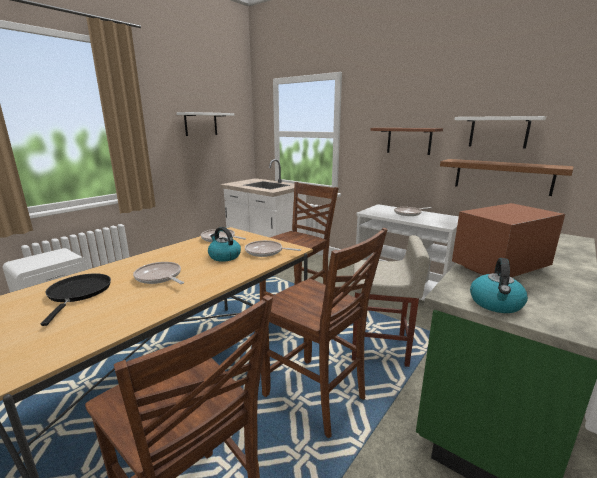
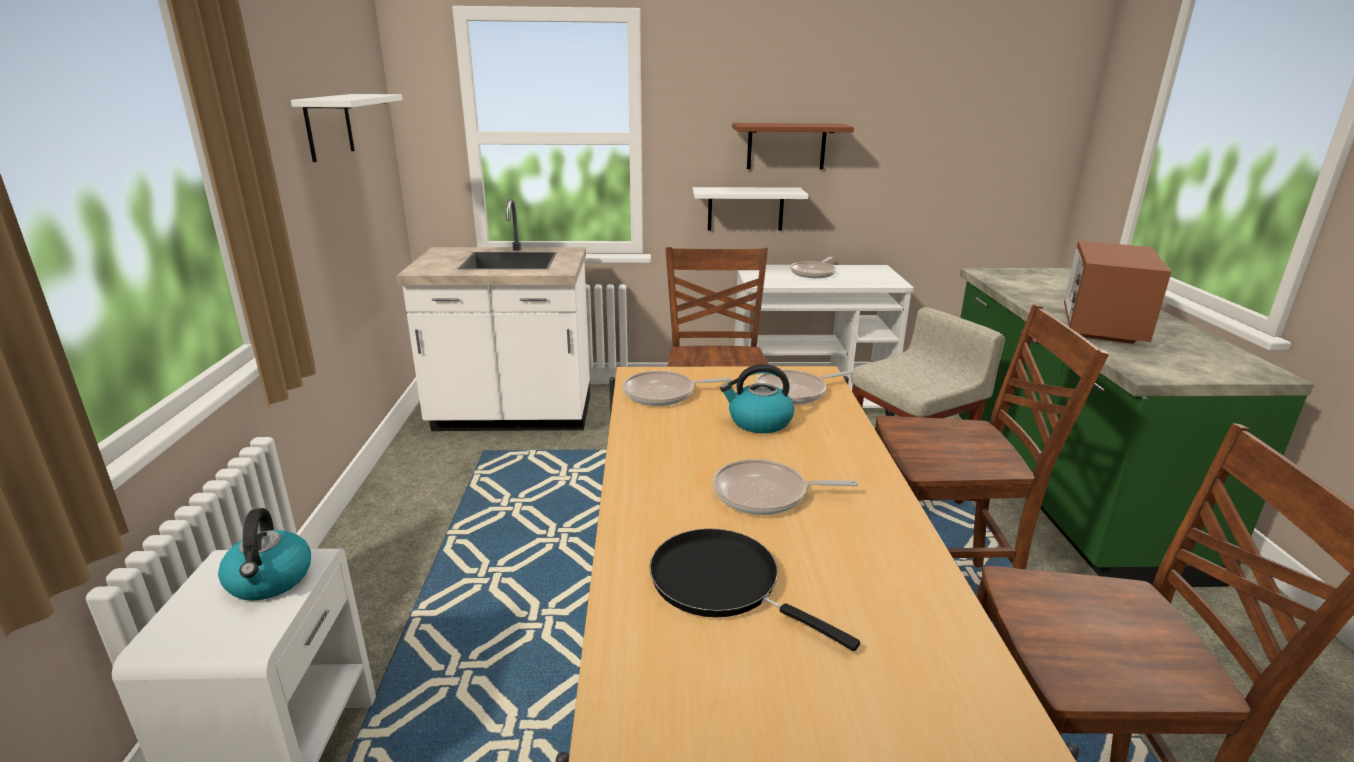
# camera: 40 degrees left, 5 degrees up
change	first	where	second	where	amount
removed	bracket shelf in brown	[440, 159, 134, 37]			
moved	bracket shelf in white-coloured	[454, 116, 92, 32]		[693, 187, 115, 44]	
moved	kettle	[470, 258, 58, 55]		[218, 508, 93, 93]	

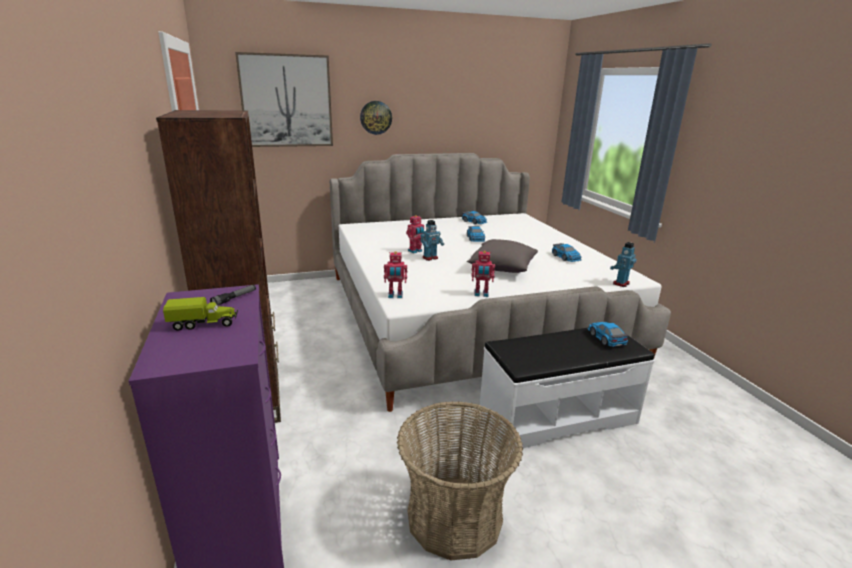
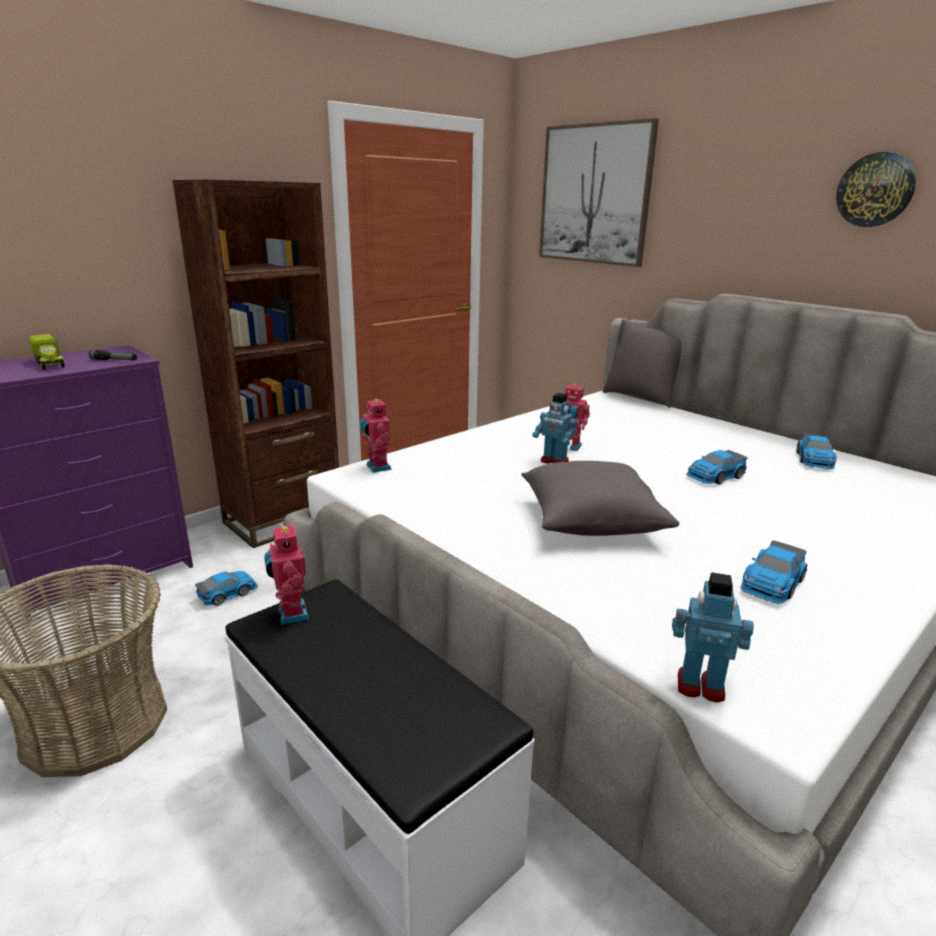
# camera: 65 degrees right, 0 degrees up
change	first	where	second	where	amount
moved	wall clock	[360, 101, 32, 34]		[836, 152, 80, 75]	
moved	toy robot	[471, 251, 24, 46]		[264, 522, 45, 103]	
moved	toy car	[588, 322, 40, 25]		[195, 571, 63, 35]	
added			cushion in gray	[603, 319, 78, 89]	

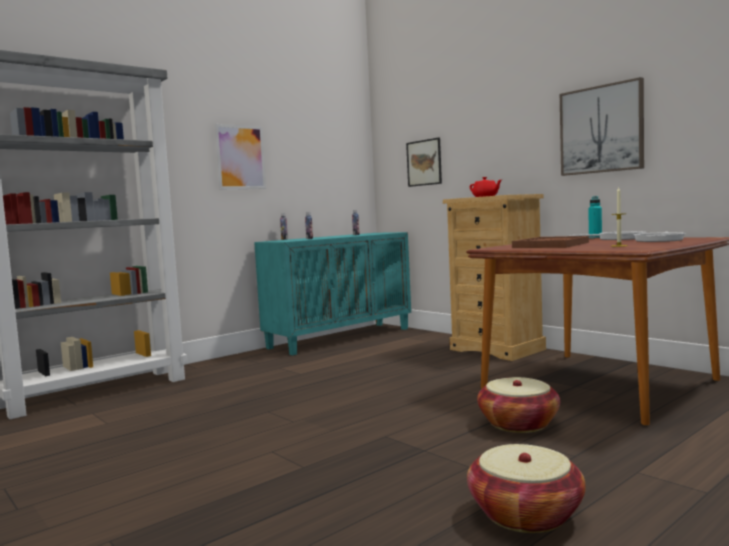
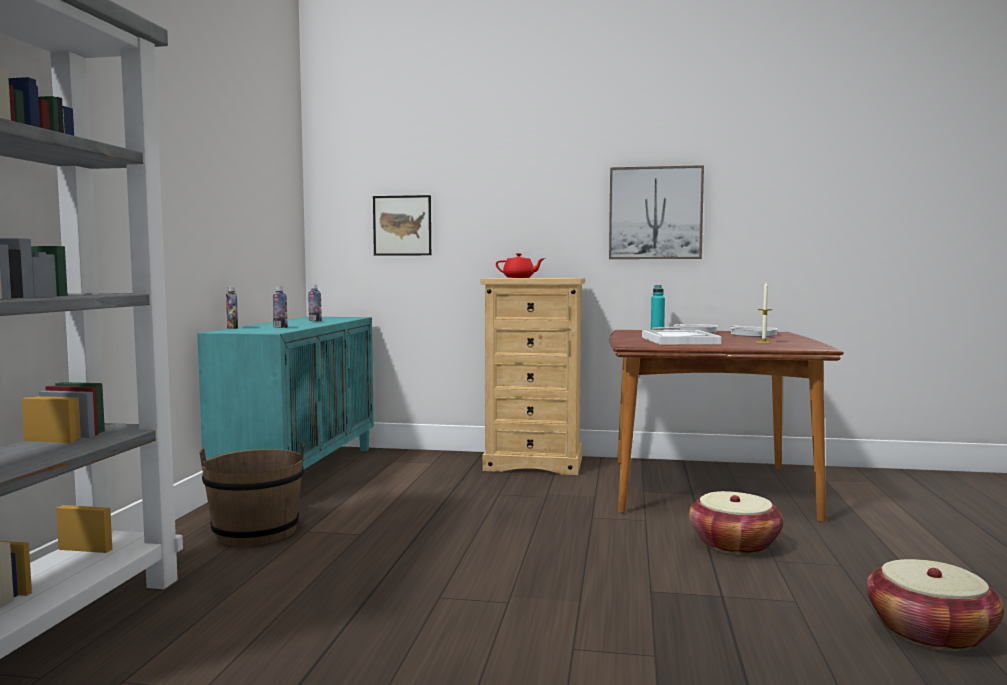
# camera: 40 degrees left, 0 degrees up
change	first	where	second	where	amount
removed	picture	[214, 124, 52, 65]			
recoloured	tray in brown	[512, 236, 77, 12]	tray in white-coloured	[642, 330, 80, 15]	
added			bucket in brown	[199, 443, 106, 103]	

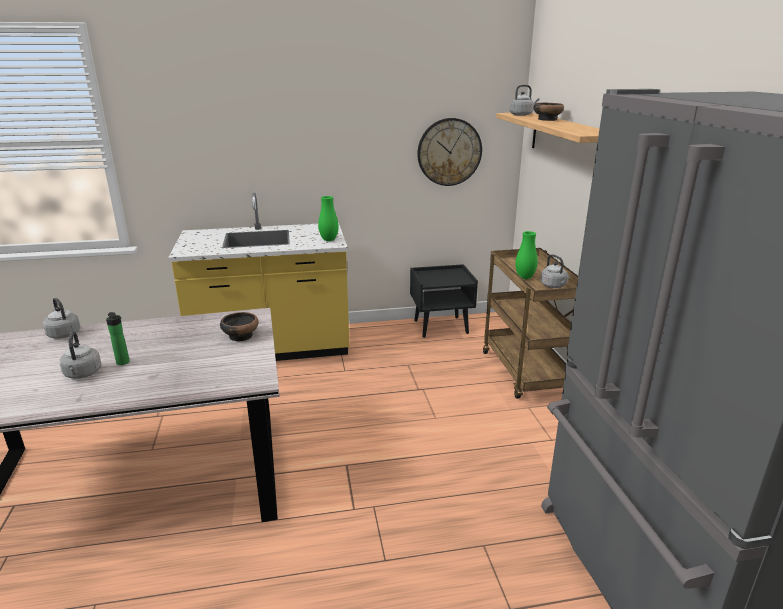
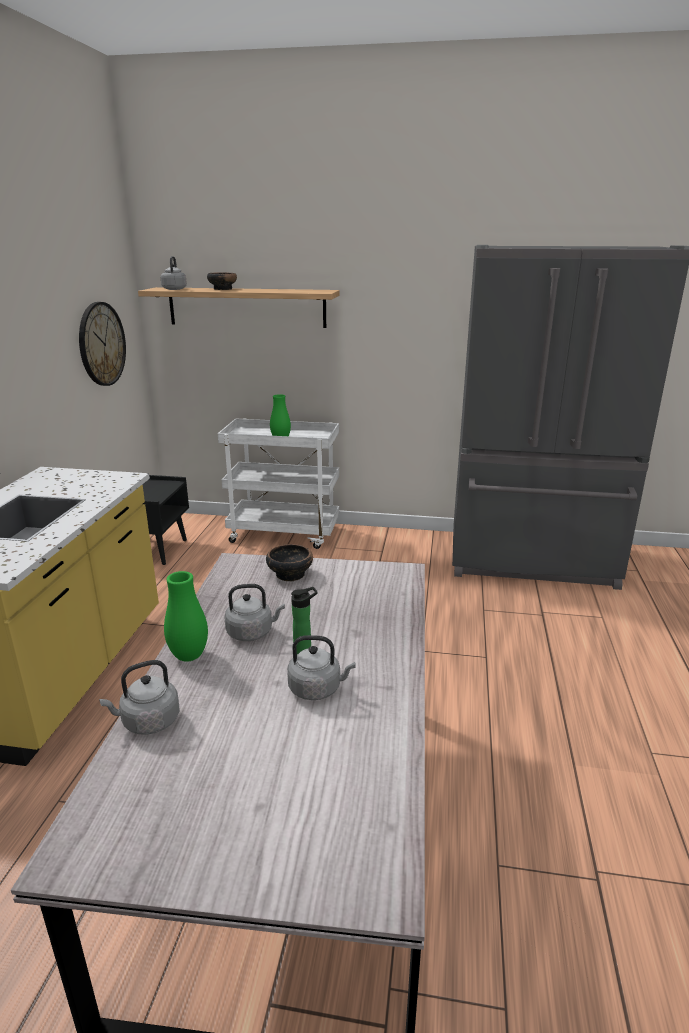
# camera: 70 degrees left, 0 degrees up
change	first	where	second	where	amount
moved	flower vase in greenish	[318, 196, 21, 45]		[164, 571, 44, 91]	
recoloured	cart in brown	[483, 248, 95, 151]	cart in white-coloured	[218, 418, 121, 131]	
moved	kettle in gray	[541, 254, 29, 34]		[224, 584, 61, 57]	

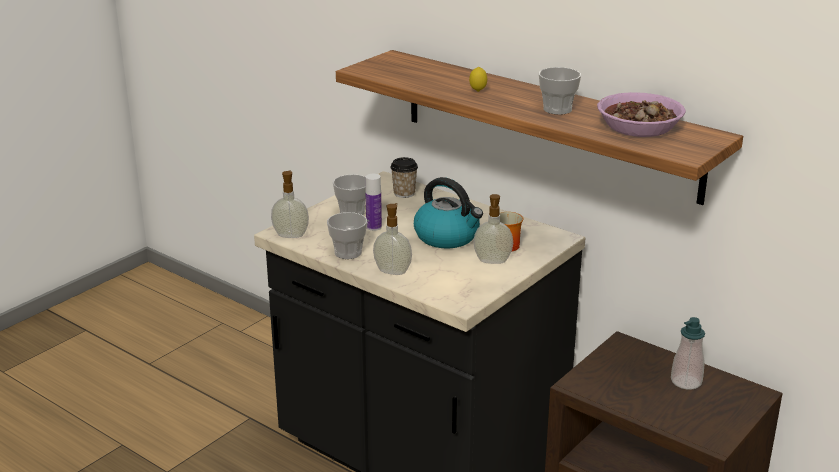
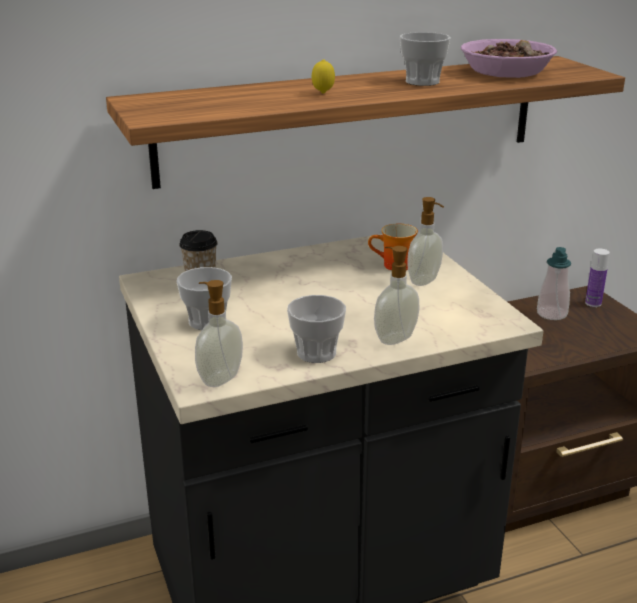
# camera: 60 degrees left, 0 degrees up
change	first	where	second	where	amount
moved	bottle	[365, 174, 17, 57]		[585, 249, 25, 58]	
removed	kettle	[414, 177, 69, 71]			

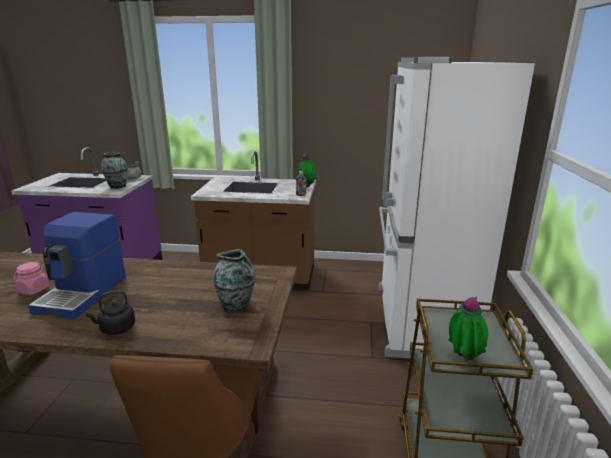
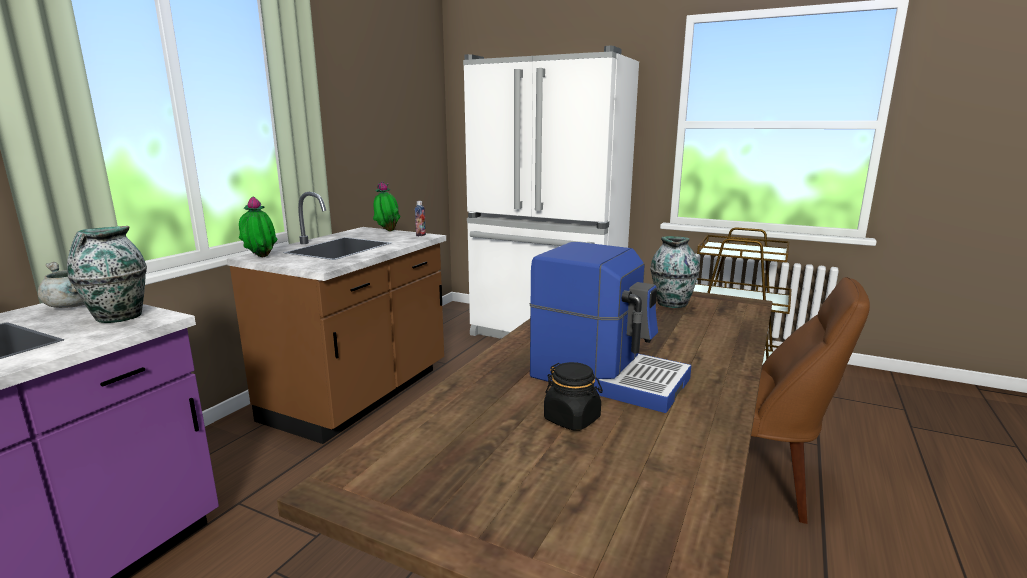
# camera: 70 degrees left, 5 degrees down
change	first	where	second	where	amount
recoloured	storage jar in pinkish	[13, 262, 36, 33]	storage jar in black	[544, 362, 59, 69]	
removed	kettle in black	[86, 290, 49, 45]			
moved	houseplant	[449, 296, 39, 64]		[239, 197, 39, 60]	

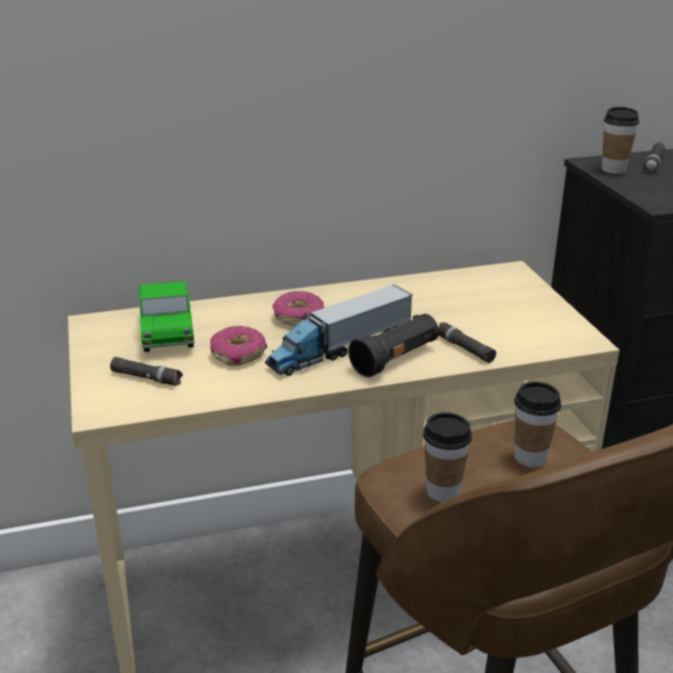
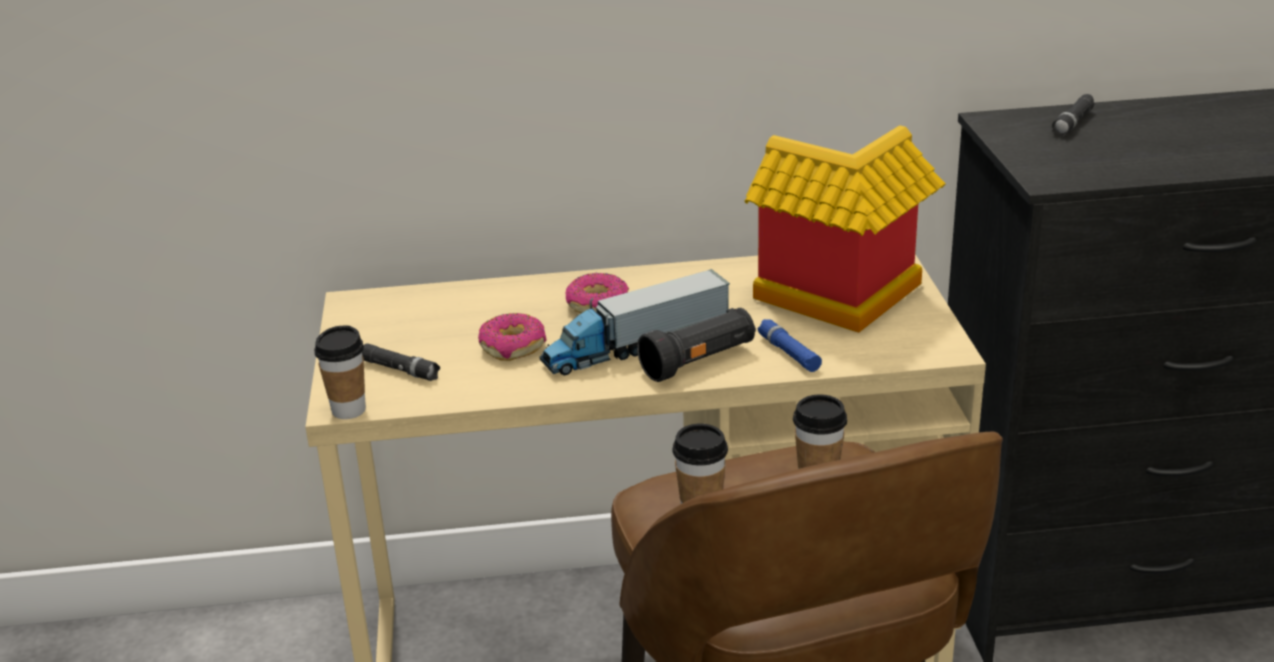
# camera: 10 degrees right, 0 degrees up
change	first	where	second	where	amount
removed	toy car	[139, 281, 55, 71]			
recoloured	hand torch in black	[438, 322, 58, 41]	hand torch in bluish	[758, 319, 64, 53]	
moved	drinking cup	[602, 107, 37, 67]		[314, 326, 52, 93]	
added			model house	[745, 125, 201, 208]	

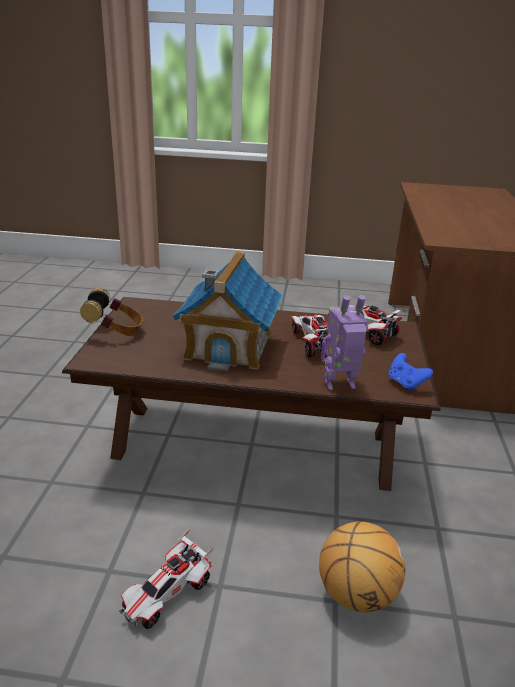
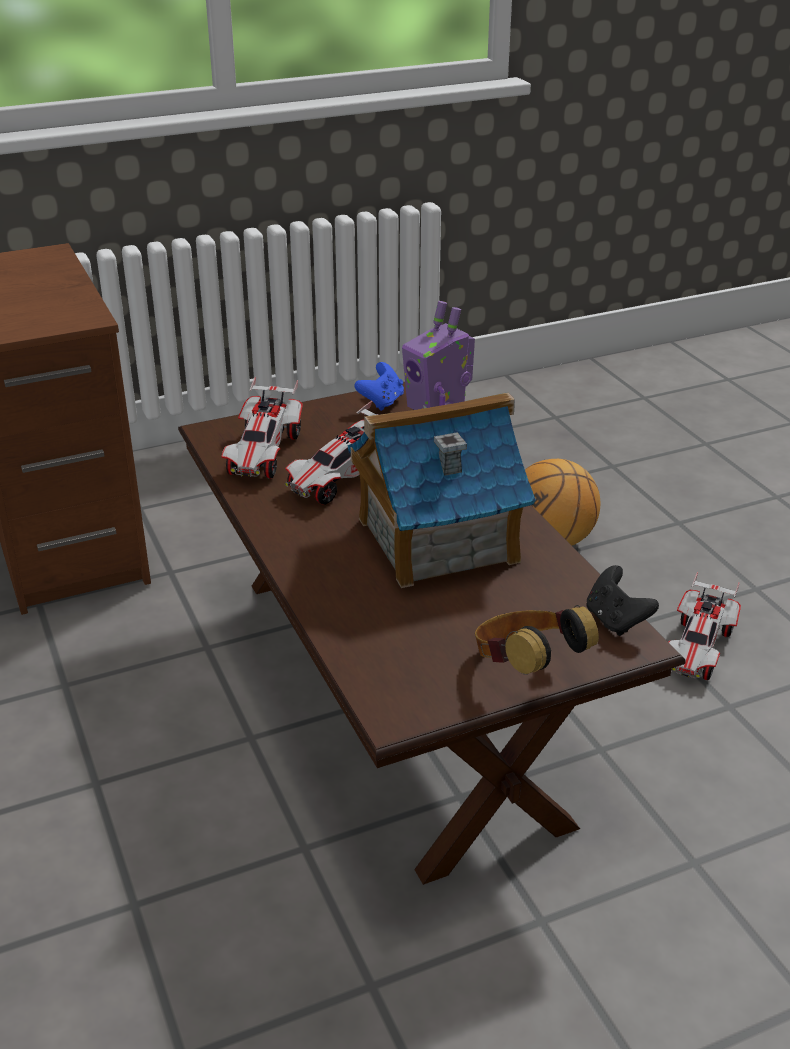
# camera: 120 degrees left, 5 degrees up
change	first	where	second	where	amount
turned	toy car	[119, 528, 95, 101]		[669, 572, 72, 108]	105 degrees clockwise
added			gamepad in black	[586, 565, 73, 71]	

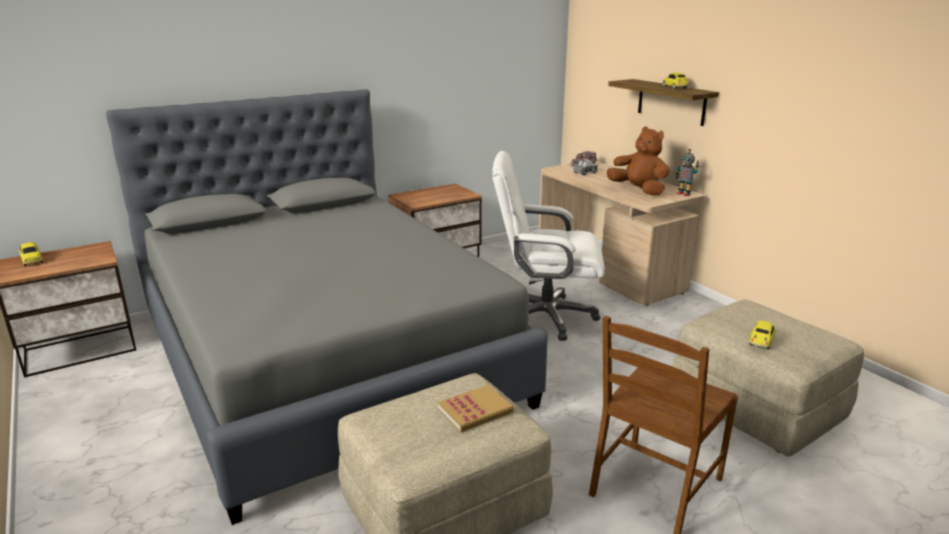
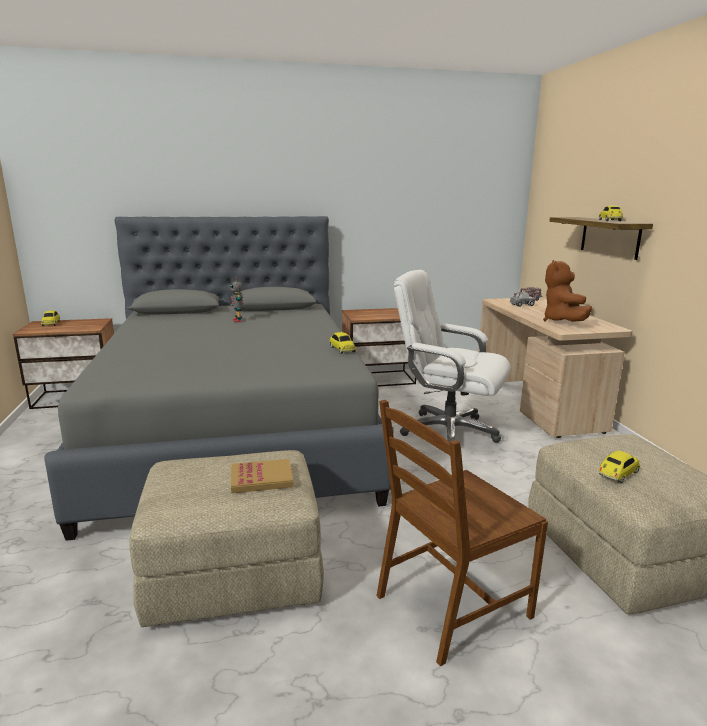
# camera: 20 degrees right, 5 degrees down
change	first	where	second	where	amount
turned	plush toy in brown	[607, 126, 62, 69]		[543, 260, 49, 62]	150 degrees counterclockwise
moved	toy robot	[676, 149, 23, 47]		[230, 277, 14, 45]	
added			toy car	[330, 332, 26, 22]	

